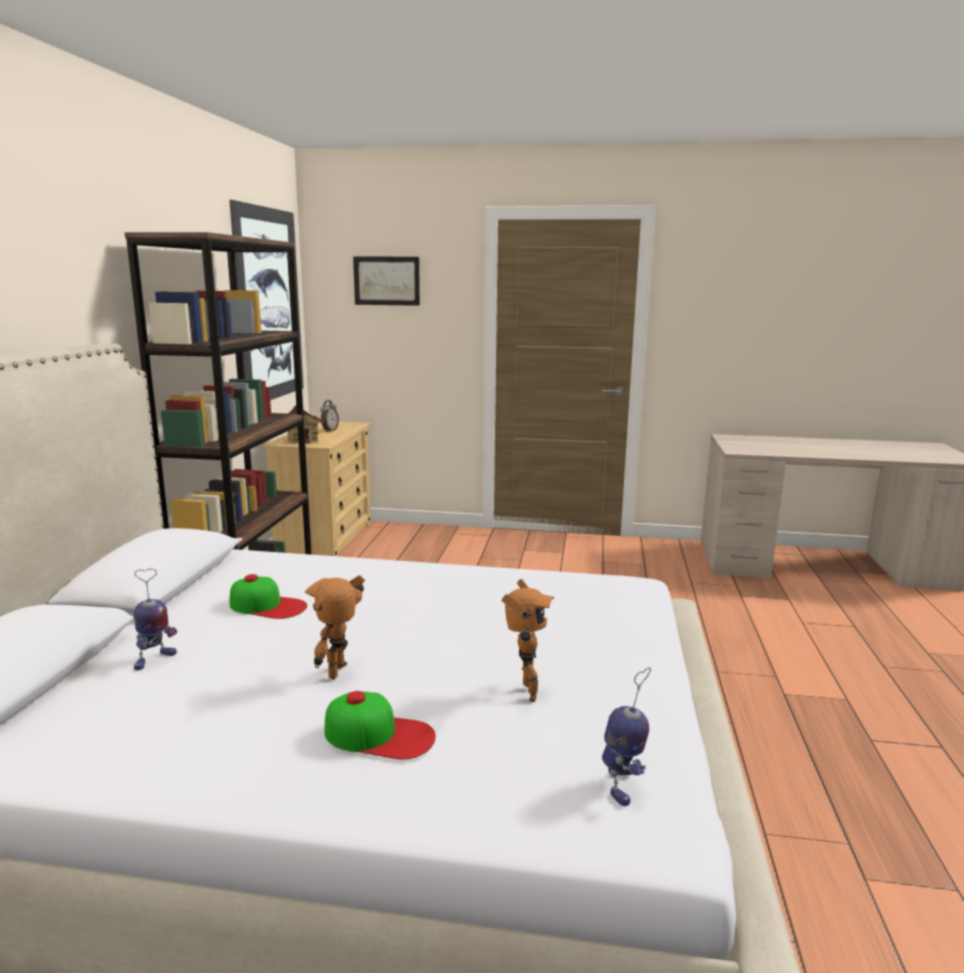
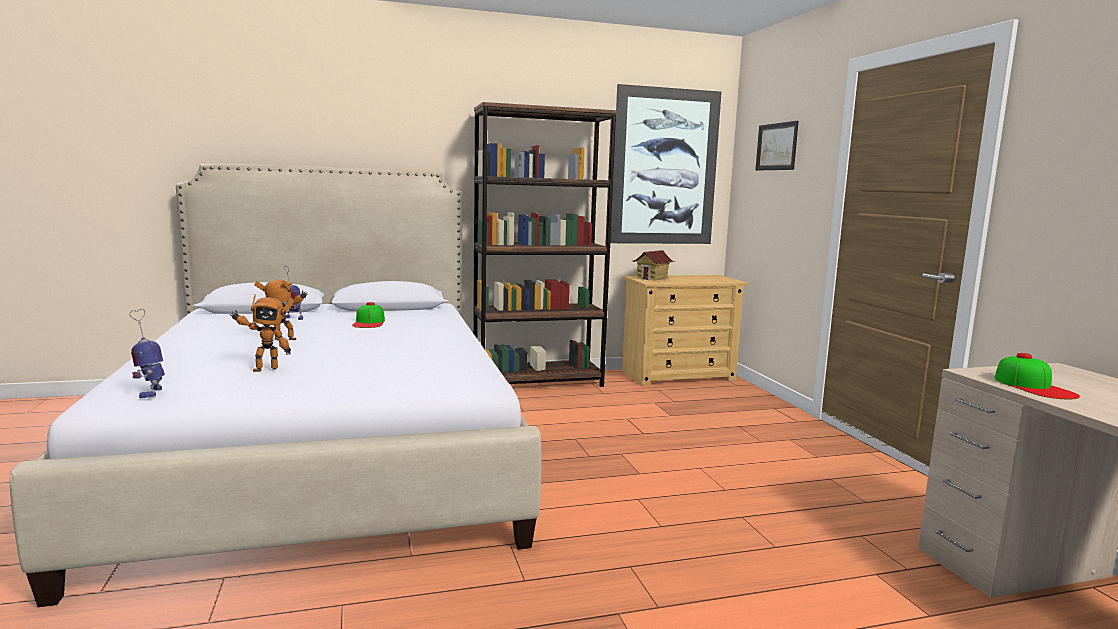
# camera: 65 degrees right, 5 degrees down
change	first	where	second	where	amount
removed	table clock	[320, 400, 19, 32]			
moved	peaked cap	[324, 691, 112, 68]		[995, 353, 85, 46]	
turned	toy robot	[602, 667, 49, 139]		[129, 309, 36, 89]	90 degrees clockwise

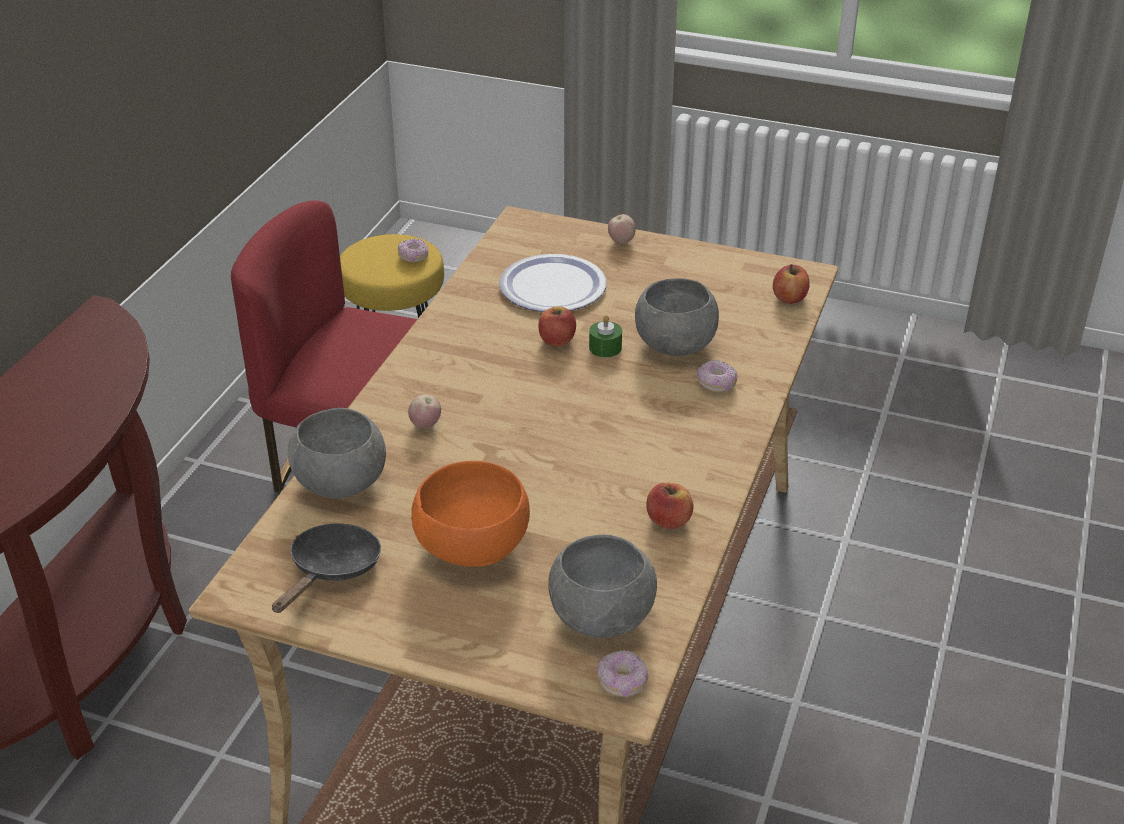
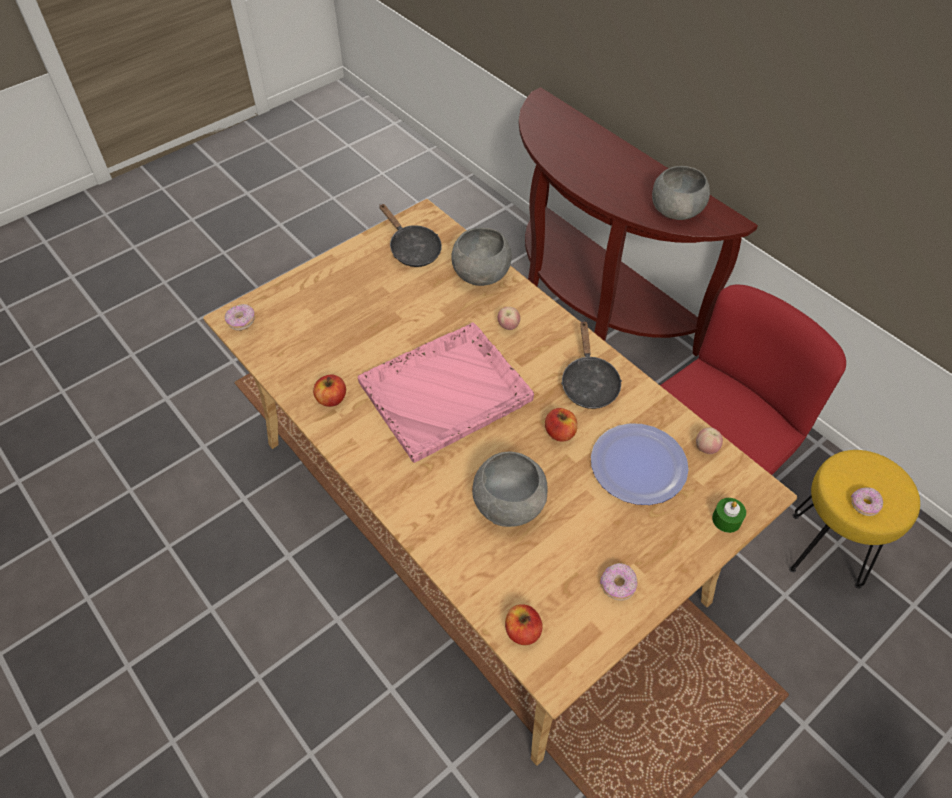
# camera: 120 degrees right, 15 degrees up
change	first	where	second	where	amount
removed	serving bowl in orangey	[411, 461, 119, 106]			
moved	serving bowl in gray	[548, 534, 109, 104]		[652, 166, 58, 54]	
moved	wax candle in greenish	[589, 315, 33, 42]		[712, 498, 34, 35]	
moved	apple	[608, 214, 28, 30]		[696, 427, 27, 27]	
moved	donut	[697, 360, 41, 33]		[600, 563, 38, 38]	
added			tray in pinkish	[358, 322, 176, 141]	
added			pan in black	[561, 320, 61, 89]	

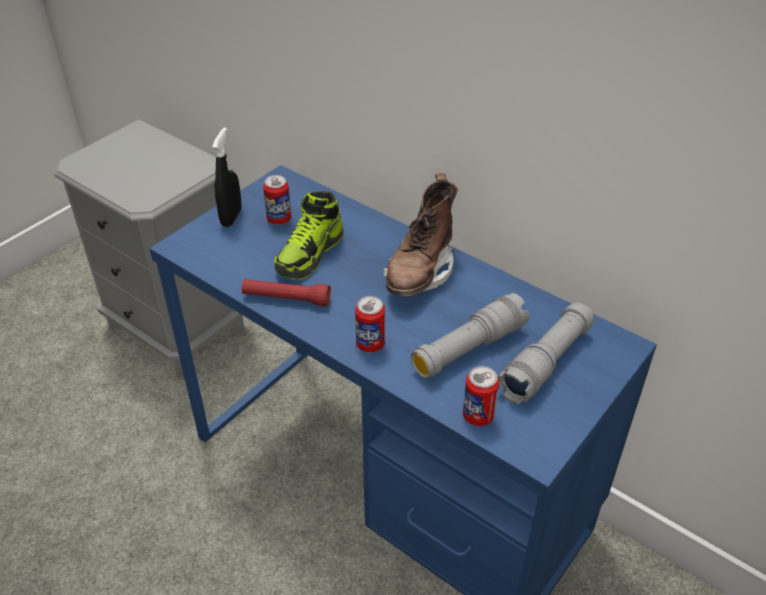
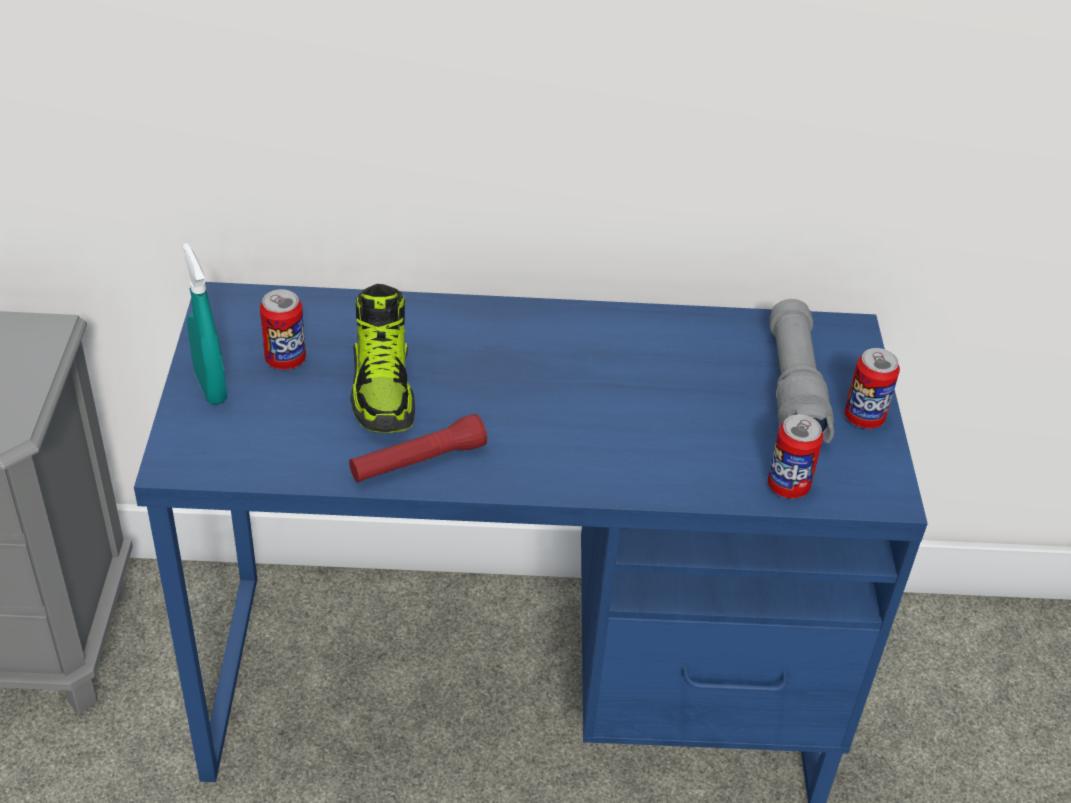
# camera: 40 degrees left, 0 degrees up
change	first	where	second	where	amount
recoloured	sprayer in black	[212, 127, 29, 100]	sprayer in blue-green	[183, 243, 44, 161]	
moved	sealed can	[355, 296, 30, 57]		[844, 348, 56, 81]	
removed	boot in brown	[383, 173, 75, 124]			
removed	hand torch in gray	[411, 293, 119, 86]			

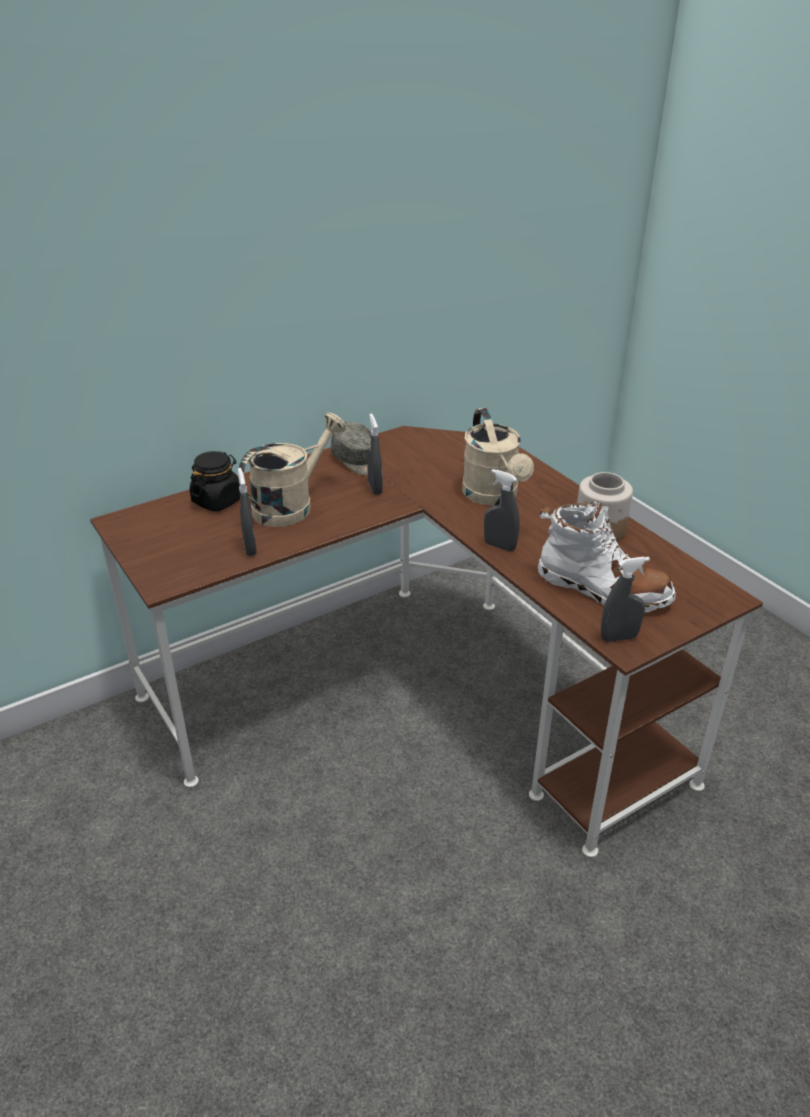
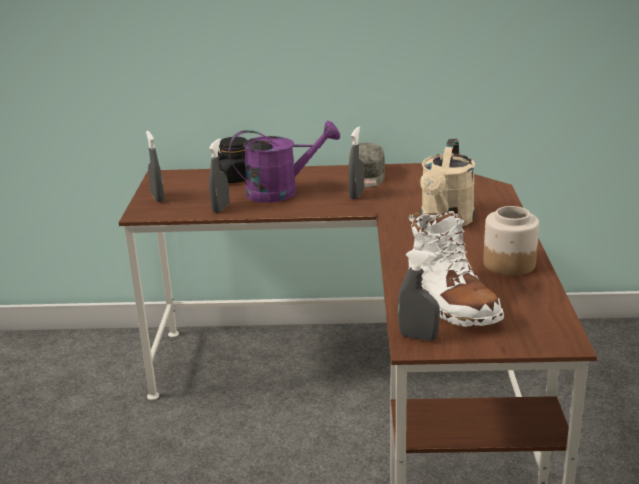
# camera: 35 degrees right, 10 degrees down
change	first	where	second	where	amount
recoloured	watering pot in beige	[238, 412, 108, 115]	watering pot in purplish	[229, 121, 111, 82]	
moved	sprayer in gray	[484, 469, 35, 83]		[146, 131, 19, 71]	

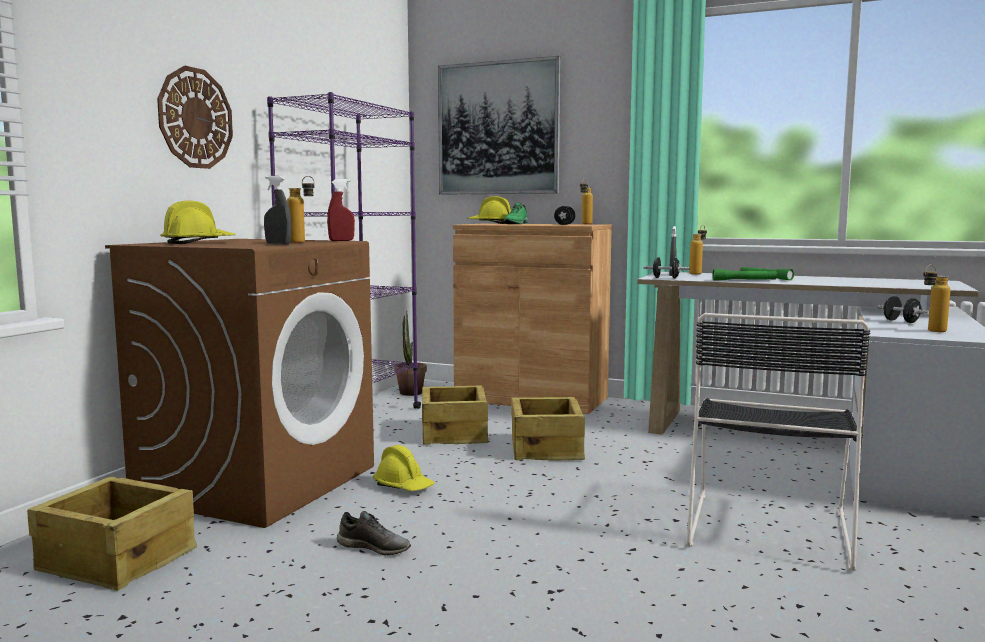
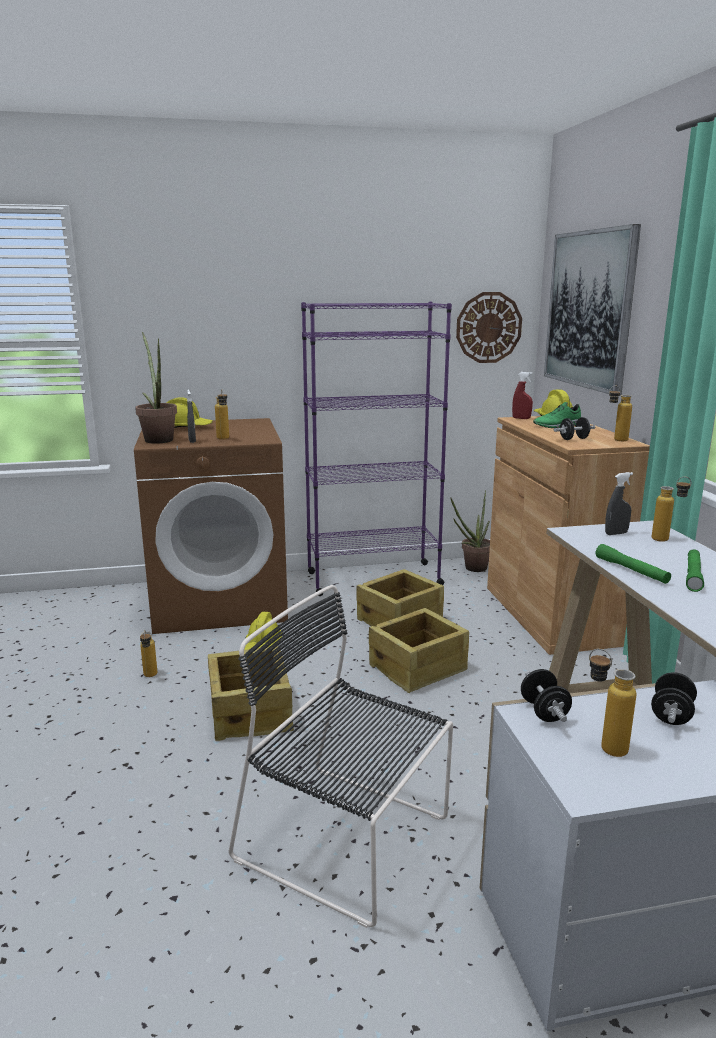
# camera: 55 degrees right, 10 degrees up
change	first	where	second	where	amount
moved	crate	[27, 477, 170, 114]		[208, 646, 86, 95]	
moved	wall clock	[157, 66, 76, 103]		[456, 292, 66, 71]	
moved	sprayer in reddish	[327, 179, 28, 62]		[512, 372, 21, 47]	
replaced	shoe in gray	[337, 511, 74, 44]	bottle	[140, 630, 18, 47]	
moved	dumbbell in black	[644, 257, 45, 22]		[521, 669, 51, 53]	
turned	upright chair in black	[686, 313, 184, 258]		[229, 585, 224, 343]	45 degrees clockwise
added			houseplant	[135, 332, 42, 112]	

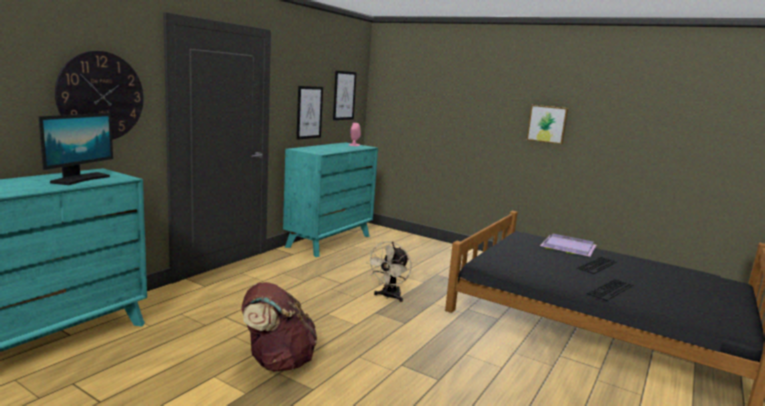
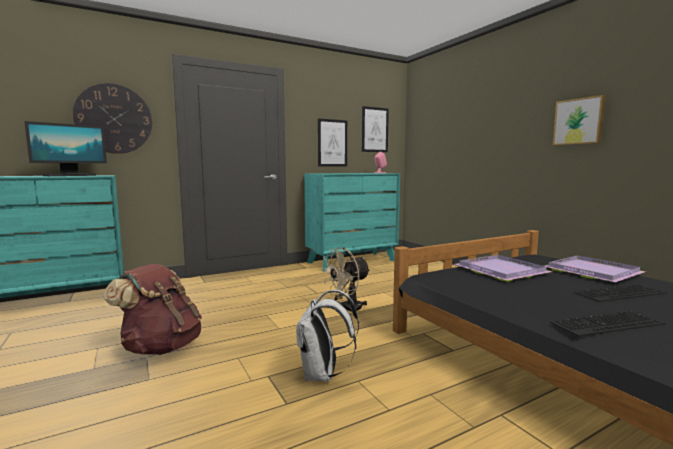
# camera: 30 degrees right, 5 degrees down
change	first	where	second	where	amount
added			rucksack in white-coloured	[296, 290, 63, 92]	
added			tray in purplish	[455, 255, 97, 27]	

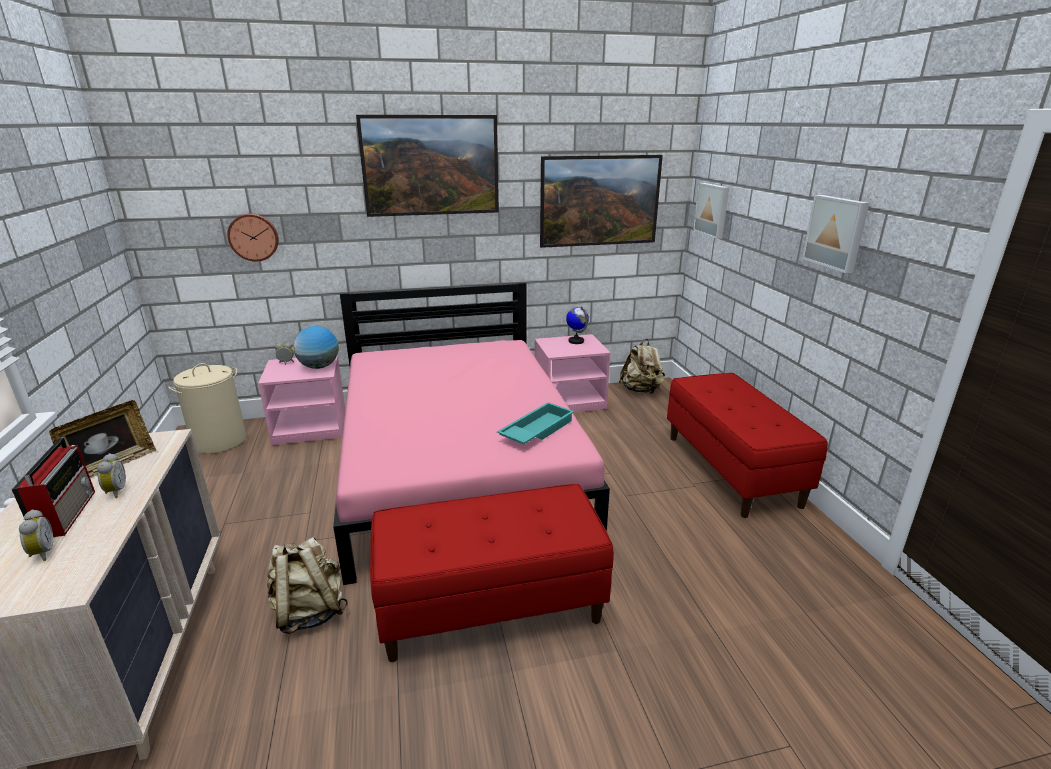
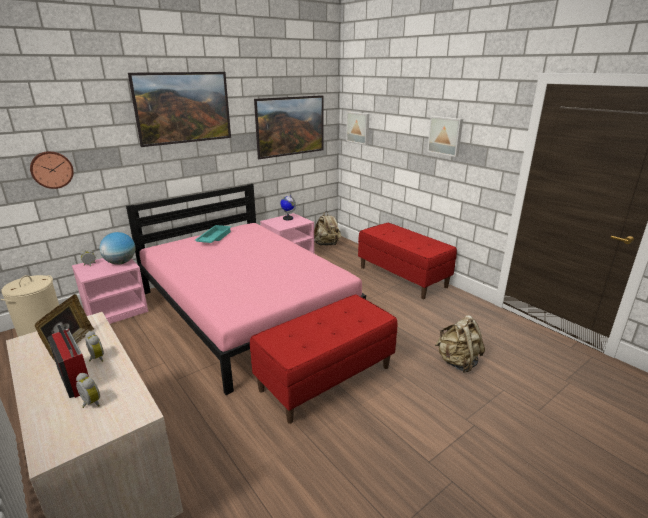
# camera: 25 degrees left, 0 degrees up
change	first	where	second	where	amount
moved	rucksack in beige	[267, 537, 81, 97]		[435, 315, 50, 58]	
moved	tray in blue-green	[497, 402, 77, 43]		[195, 225, 36, 18]	

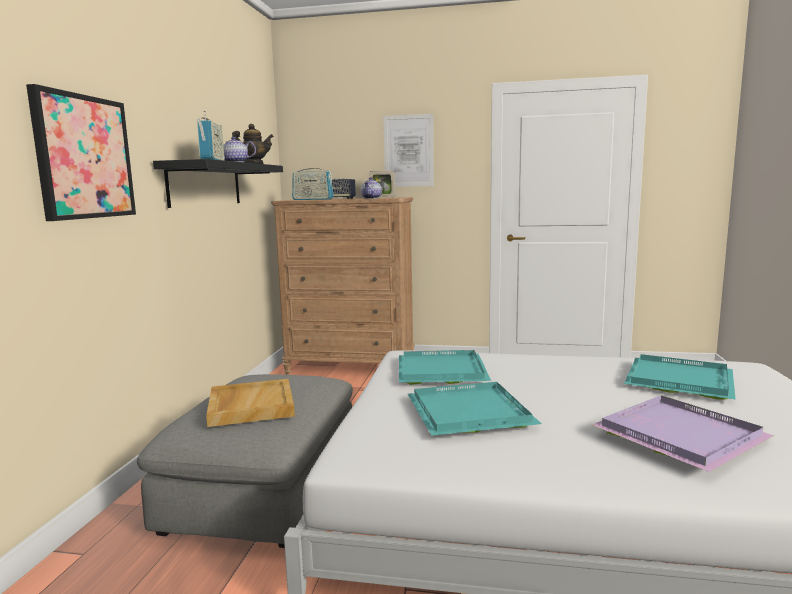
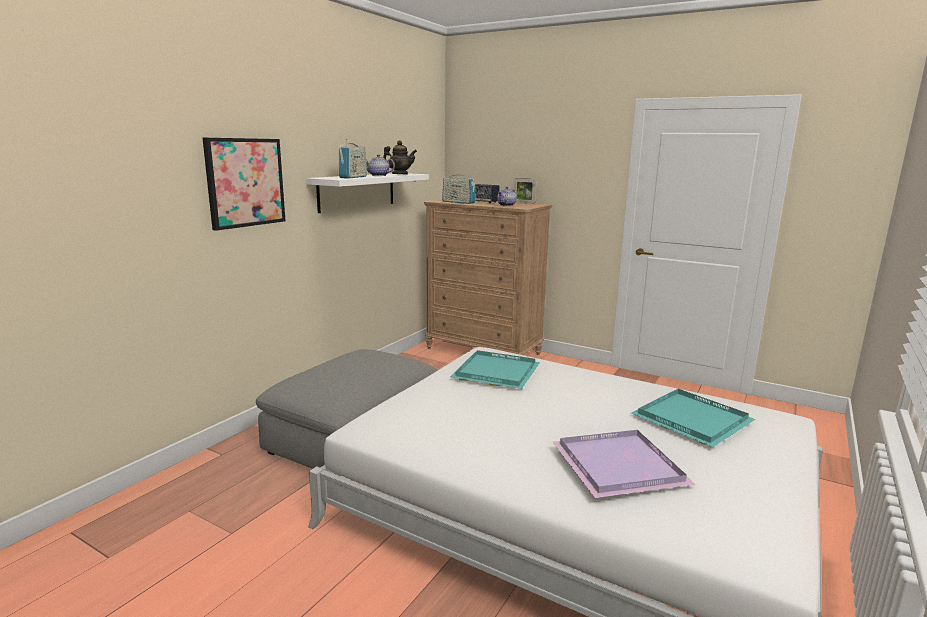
# camera: 20 degrees right, 5 degrees up
change	first	where	second	where	amount
recoloured	bracket shelf in black	[153, 159, 130, 49]	bracket shelf in white-coloured	[306, 173, 123, 40]	
removed	tray in beige	[206, 379, 89, 48]			
removed	picture	[383, 114, 51, 73]			
removed	tray in blue-green	[408, 382, 133, 53]			

